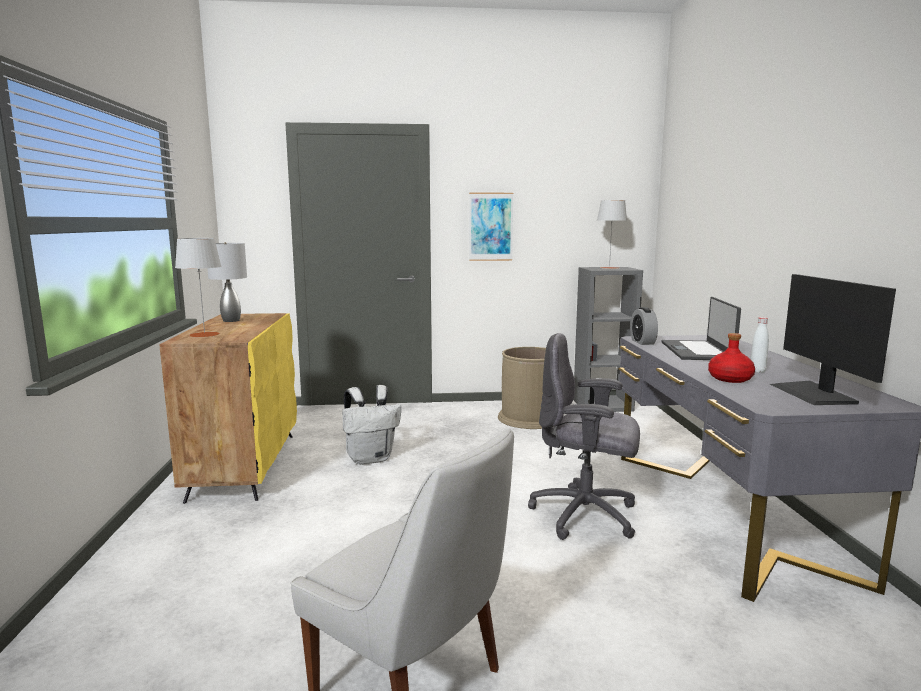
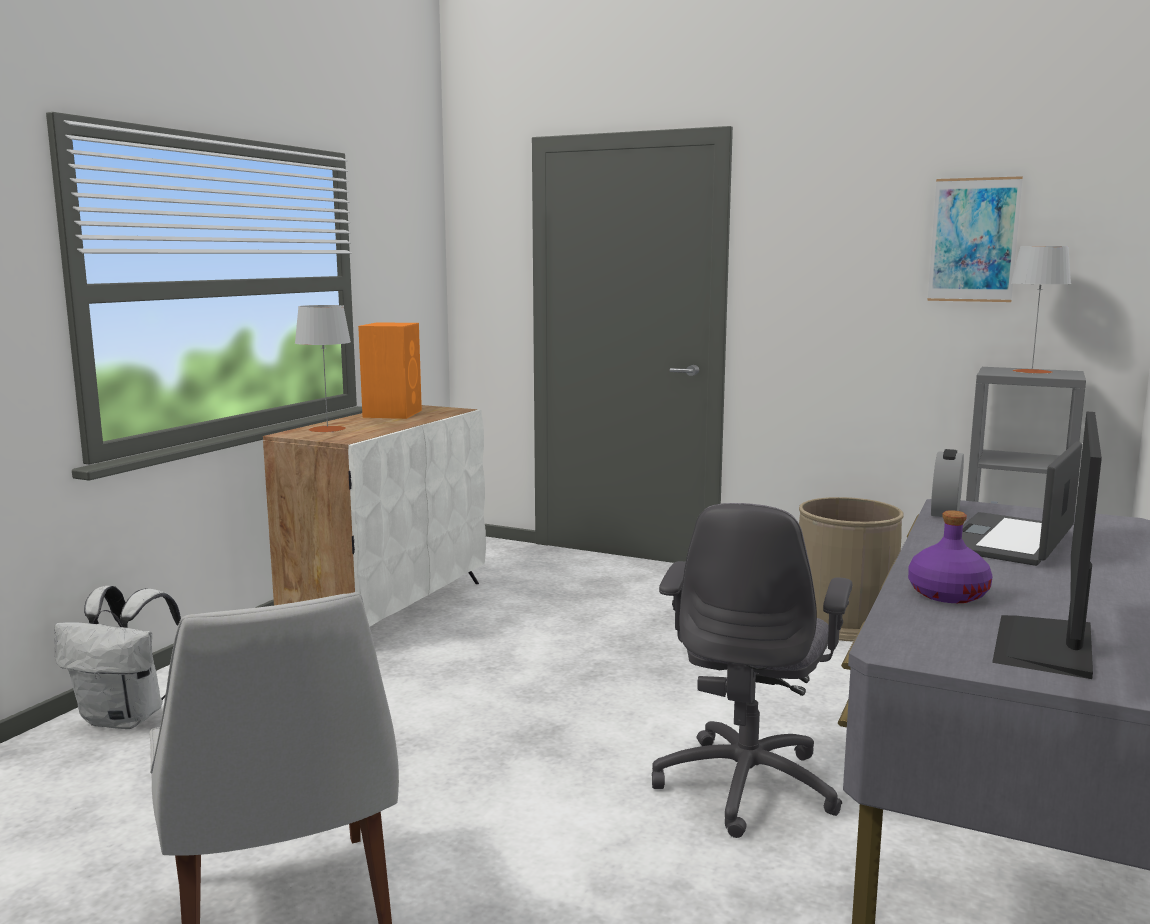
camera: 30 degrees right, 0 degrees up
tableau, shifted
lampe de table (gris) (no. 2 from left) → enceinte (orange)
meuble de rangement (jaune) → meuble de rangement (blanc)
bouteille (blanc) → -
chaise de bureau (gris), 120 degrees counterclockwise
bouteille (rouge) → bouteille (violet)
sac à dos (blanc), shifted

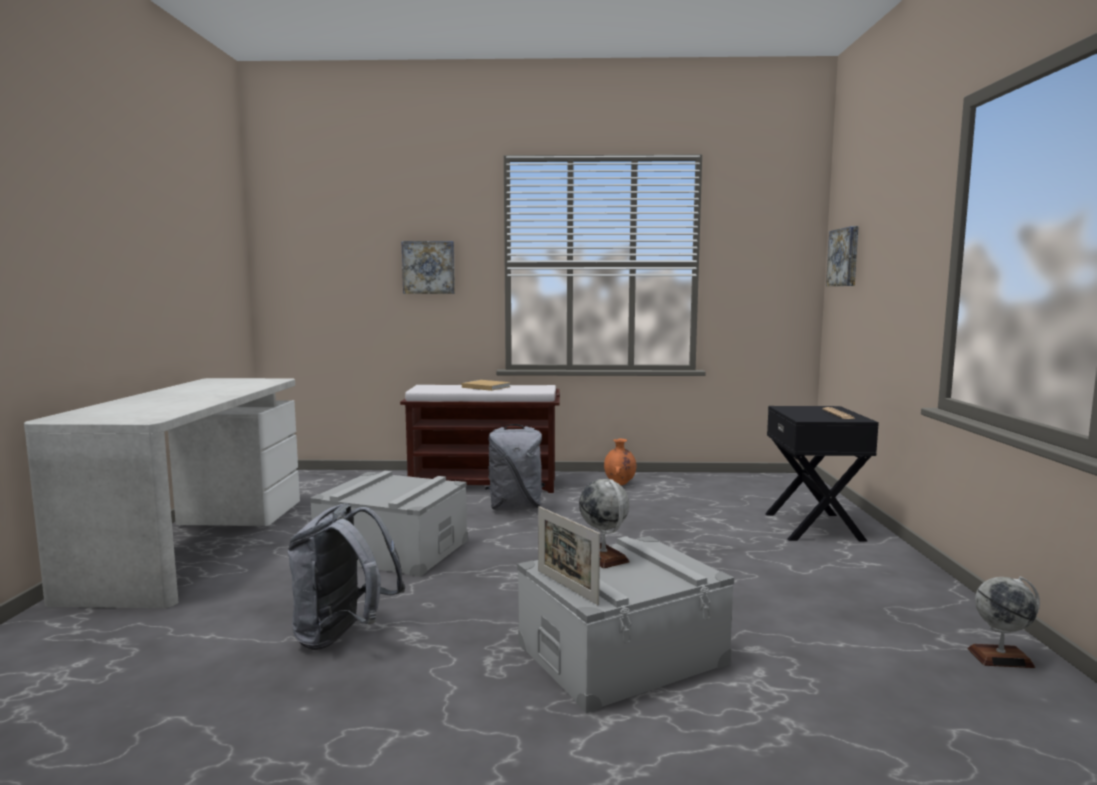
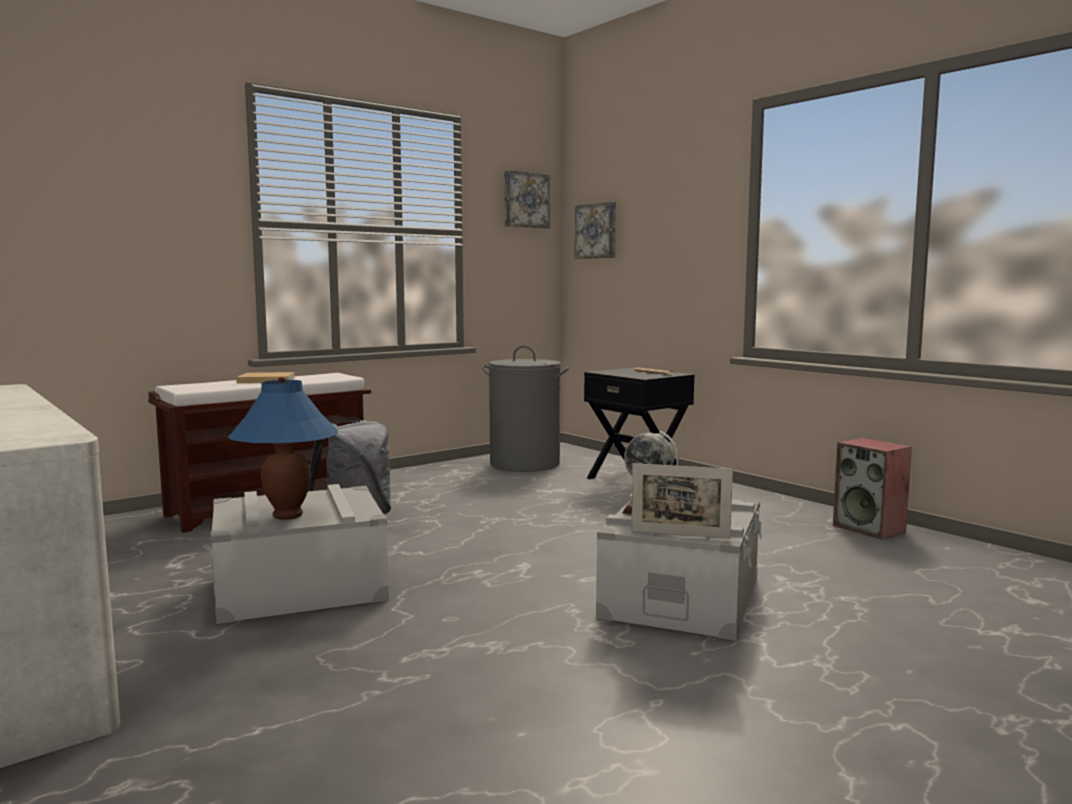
camera: 40 degrees left, 0 degrees up
tableau (no. 1 from left), shifted
vase (orange) → -
sac à dos (gris) (no. 1 from left) → -
globe (no. 2 from left) → enceinte
- → panier à linge (gris)
- → lampe de table (bleu)

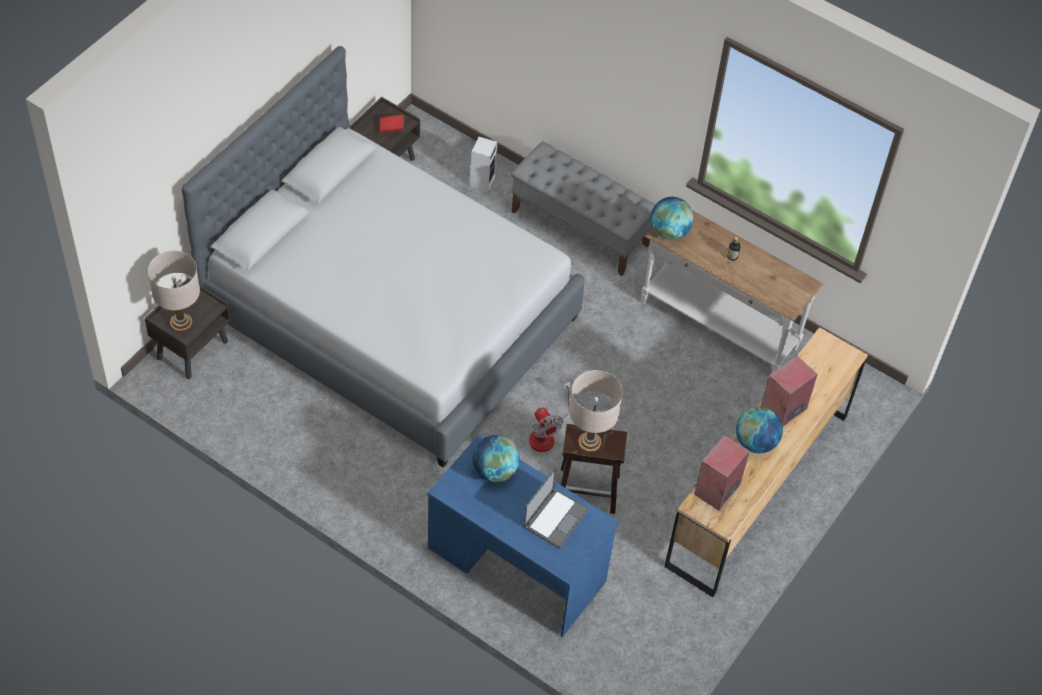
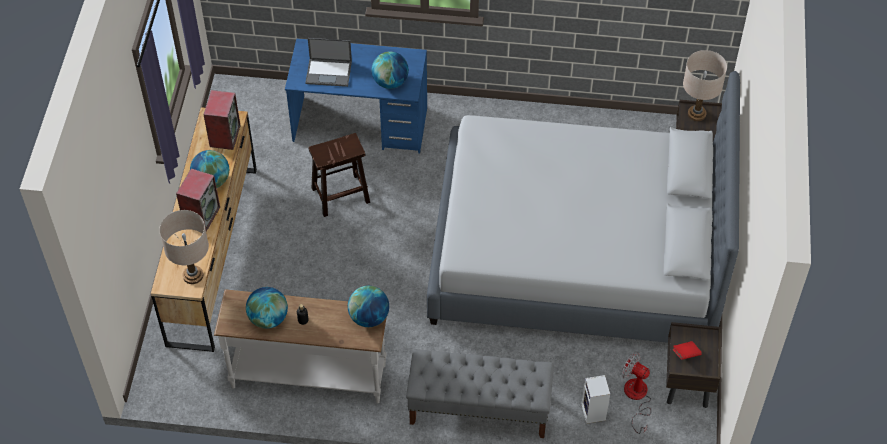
camera: 155 degrees right, 0 degrees up
lampe de table (beige) (no. 2 from left in the first image) → lampe de table (beige) (no. 1 from left), shifted
ventilateur, shifted
ordinateur portable, 90 degrees counterclockwise
- → globe (no. 2 from left)

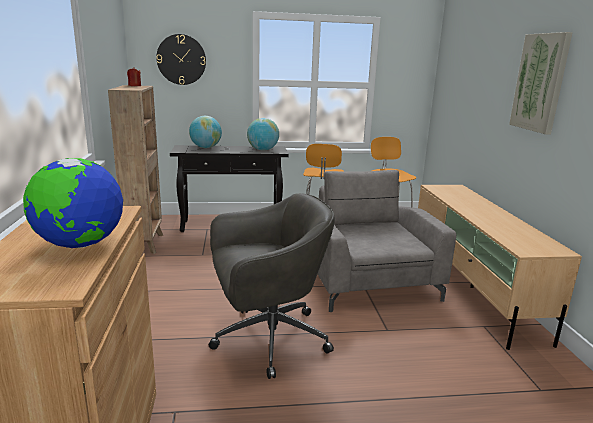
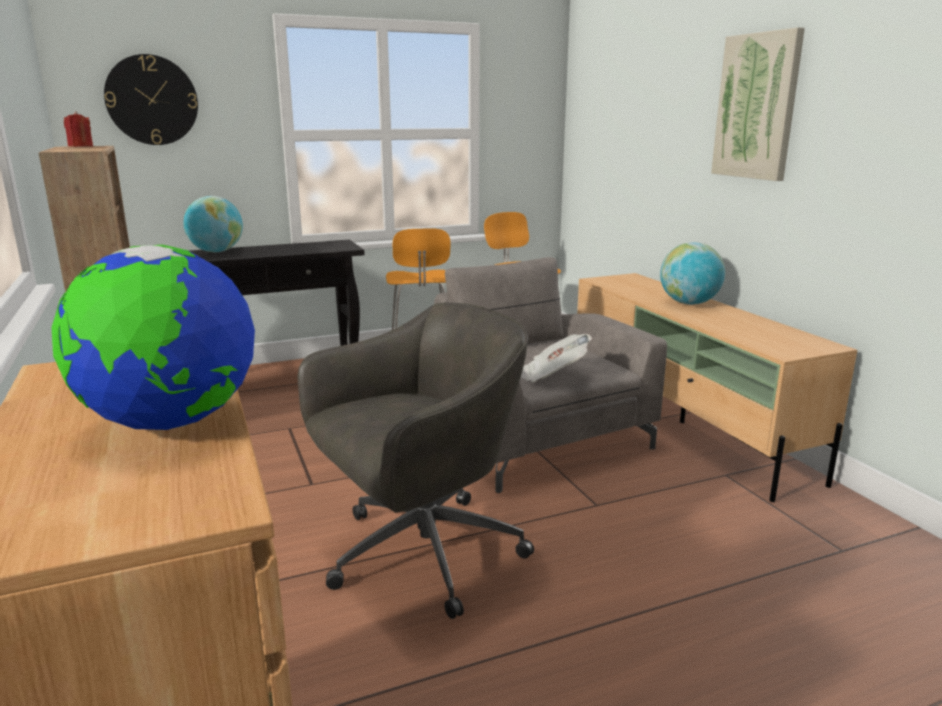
camera: 15 degrees left, 0 degrees up
globe (no. 3 from left), shifted
- → journal

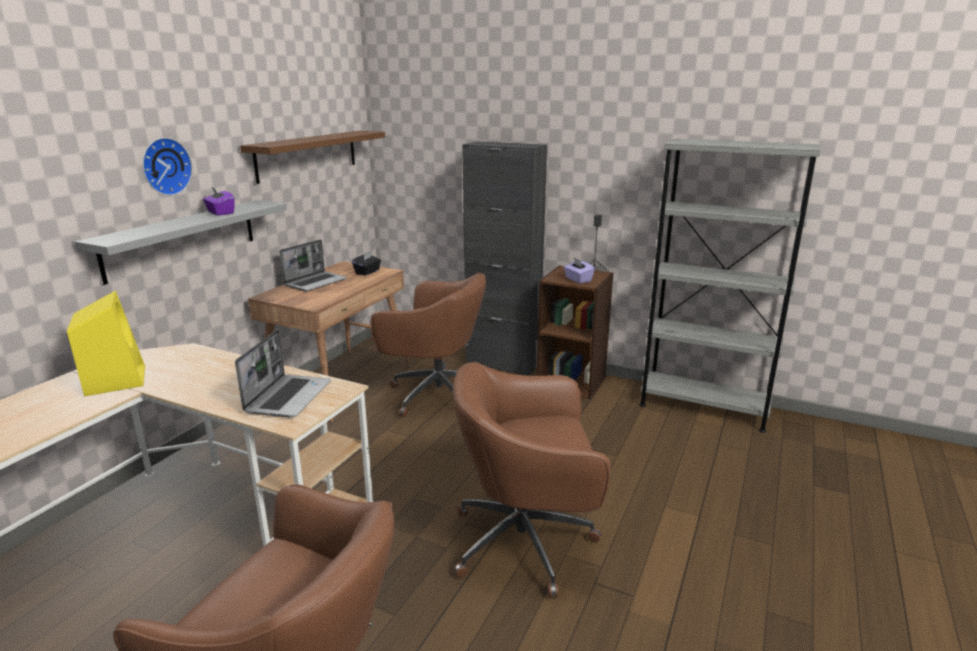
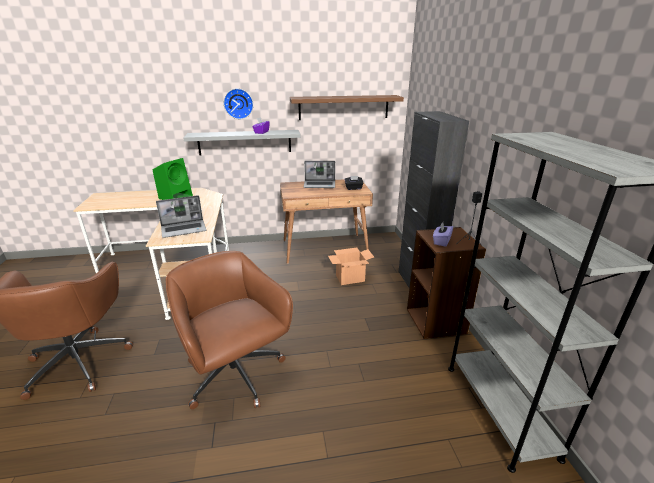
camera: 55 degrees right, 5 degrees up
chaise de bureau (marron) (no. 2 from left) → carton
enceinte (jaune) → enceinte (vert)

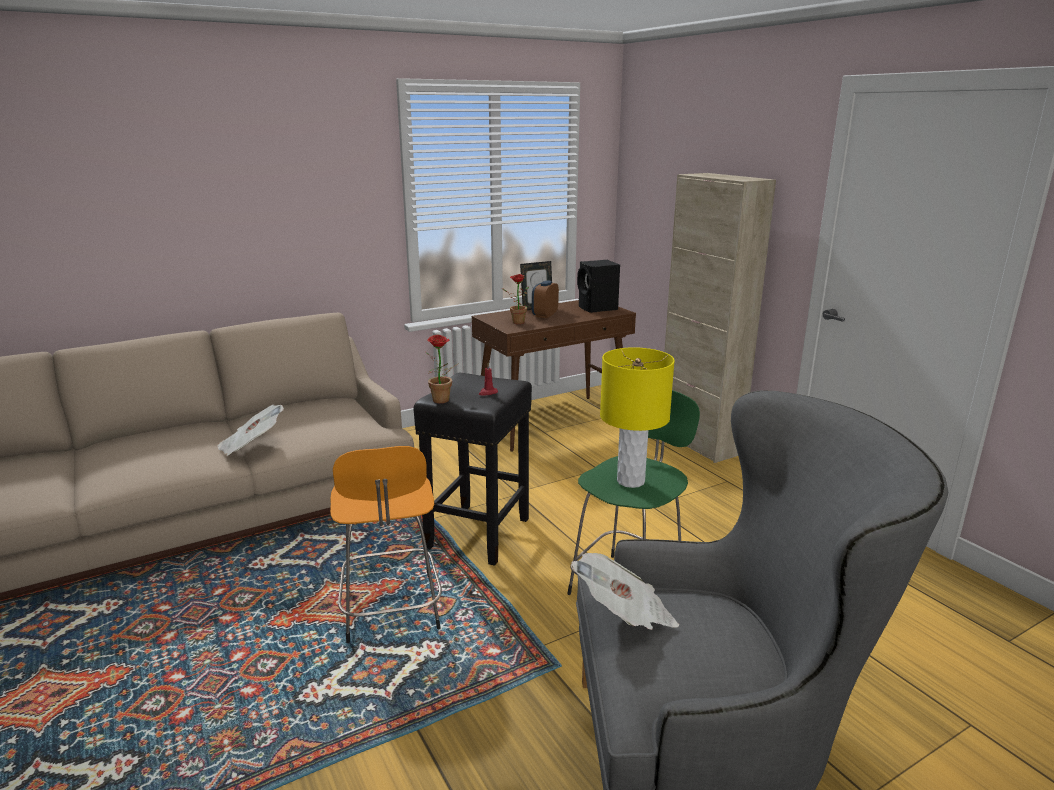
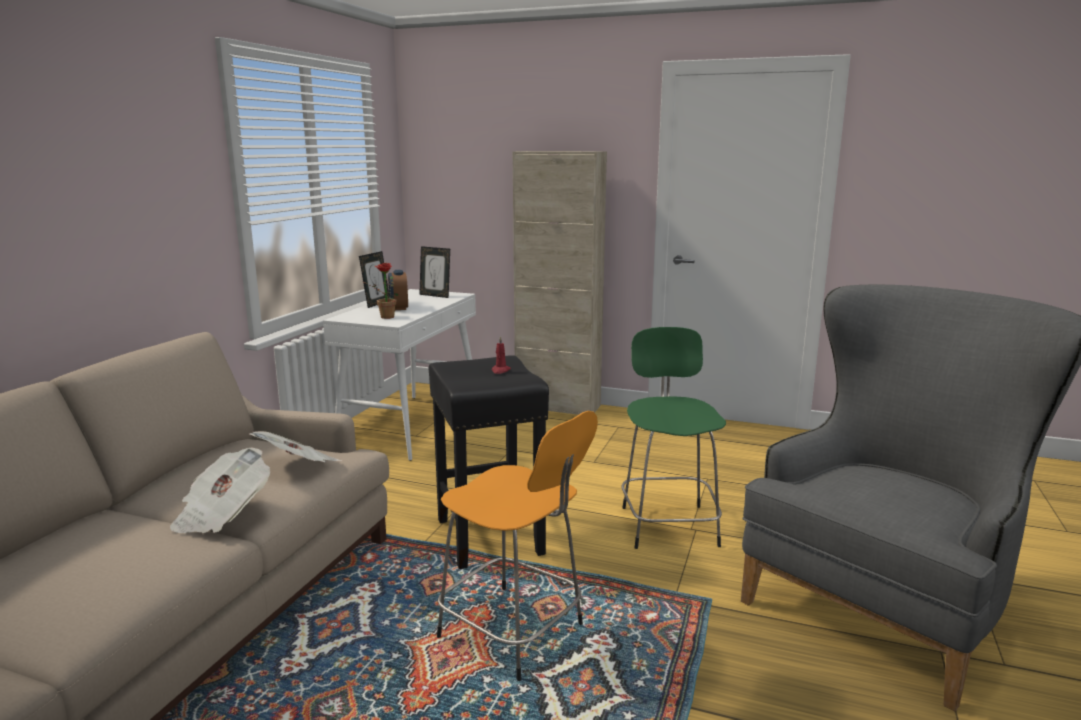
camera: 40 degrees left, 5 degrees down
enceinte (noir) → cadre photo (no. 2 from left)
table console (marron) → table console (blanc)
plante en pot (no. 1 from left) → -
lampe de table (jaune) → -
journal (no. 2 from left), shifted

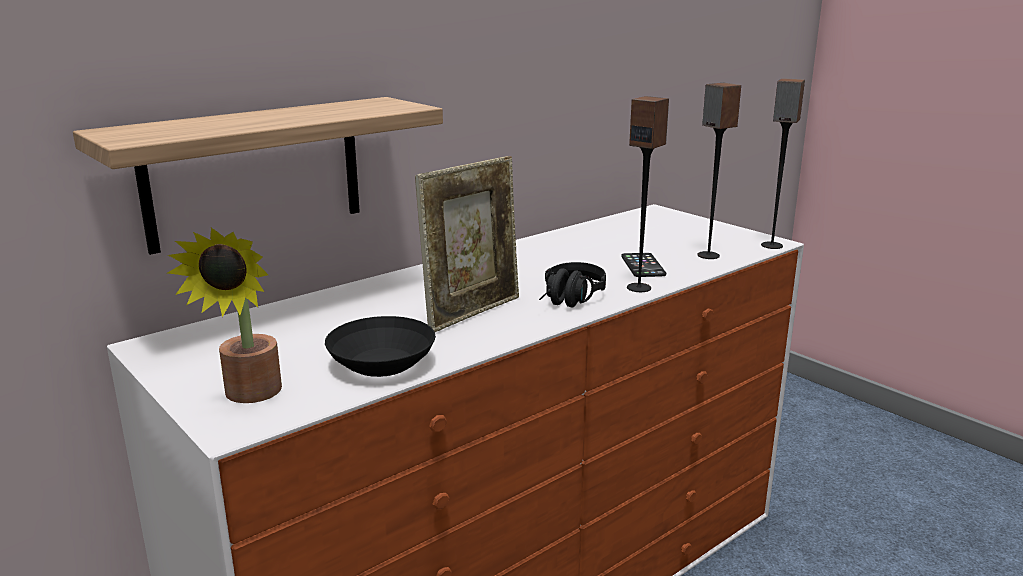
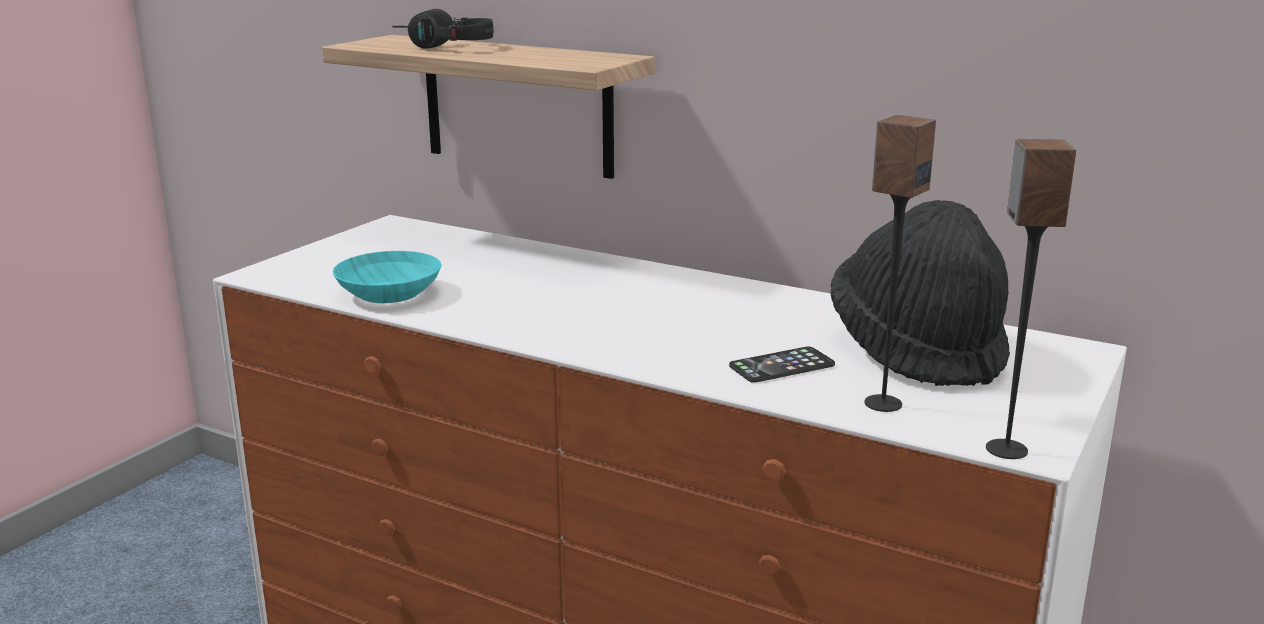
camera: 70 degrees right, 0 degrees up
enceinte (no. 1 from left) → -
cadre photo → -
plante en pot → -
casque audio (noir), shifted
bol (noir) → bol (turquoise)
- → chapeau (noir)

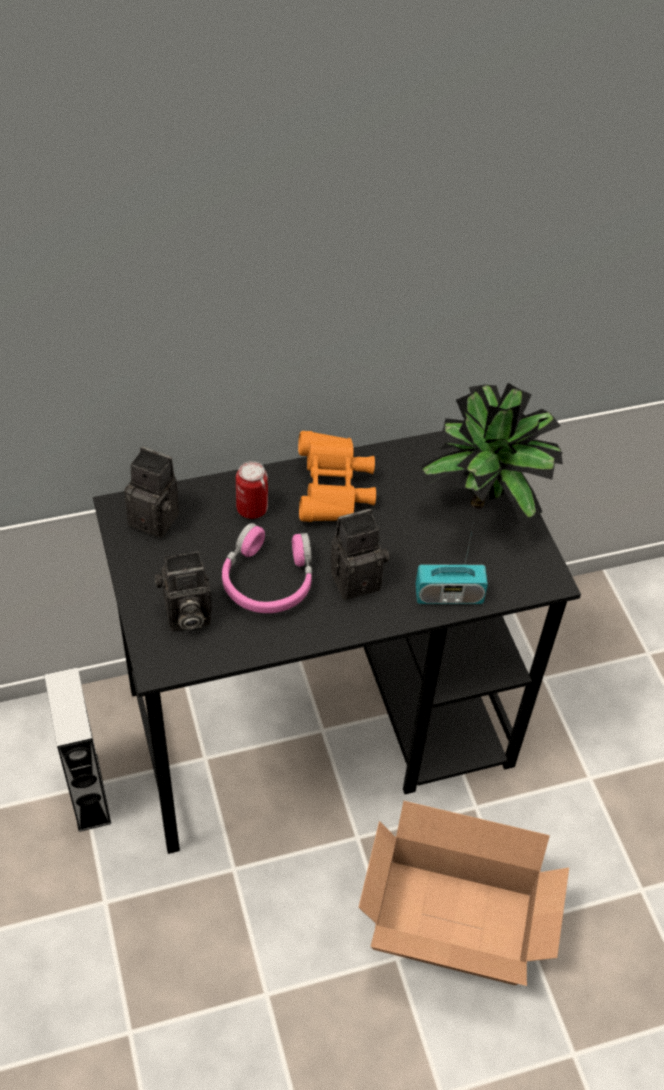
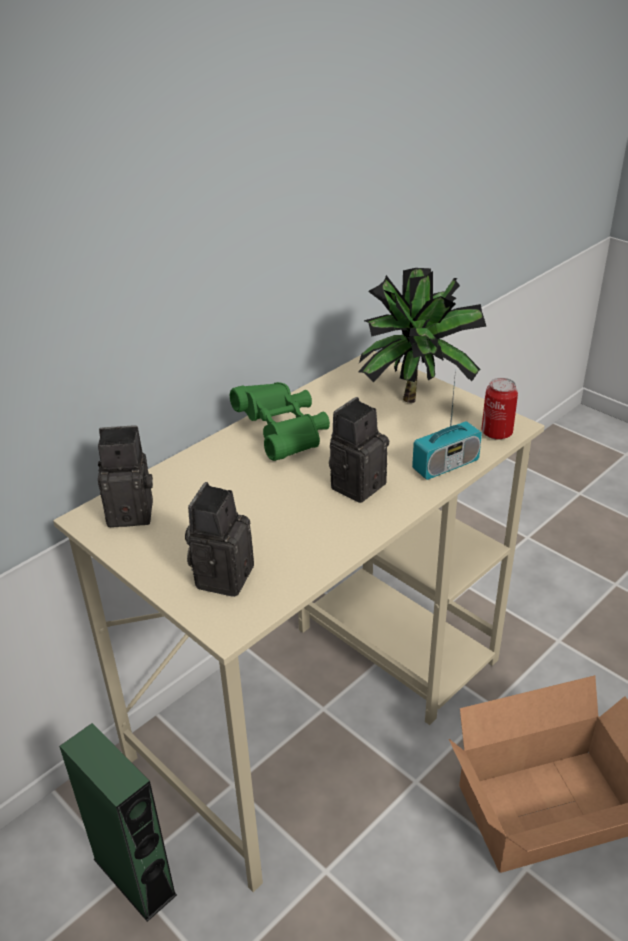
camera: 25 degrees left, 15 degrees down
bureau (noir) → bureau (beige)
jumelles (orange) → jumelles (vert)
boîte métallique, shifted
casque audio (rose) → -
appareil photo (no. 2 from left), 150 degrees clockwise
enceinte (gris) → enceinte (vert)

